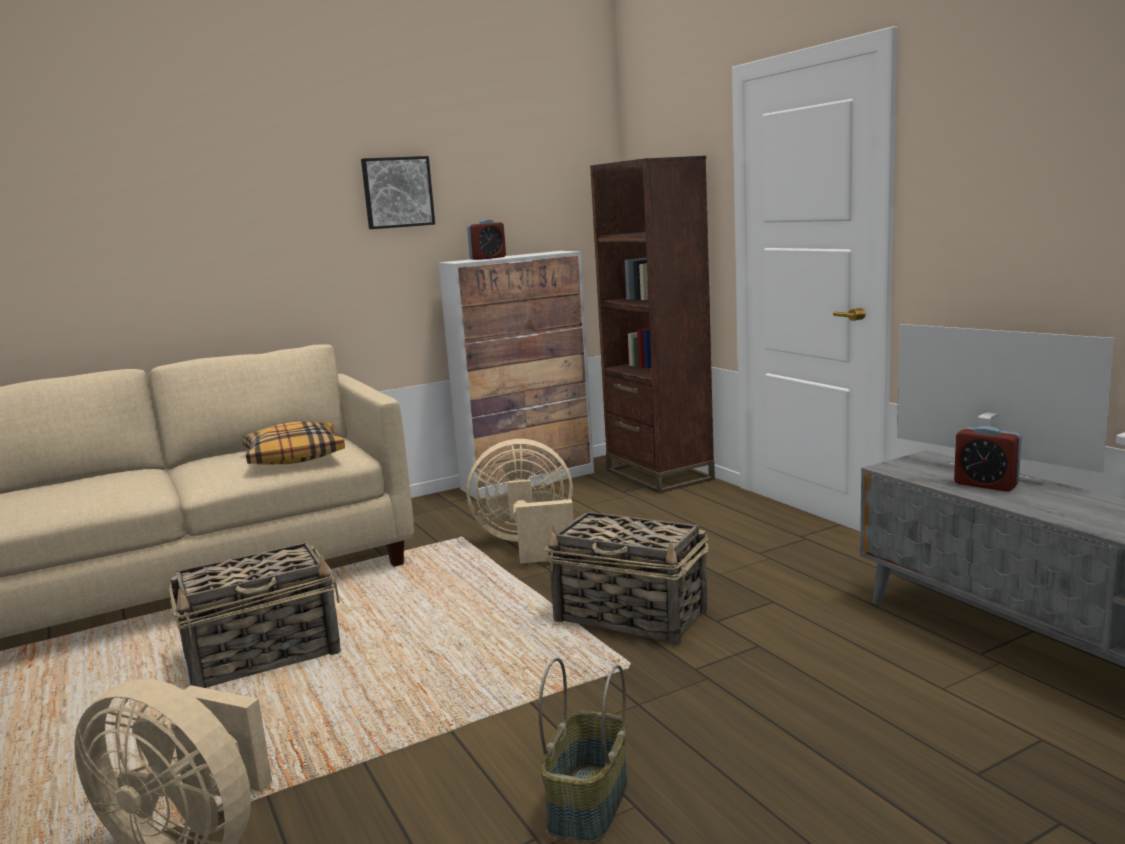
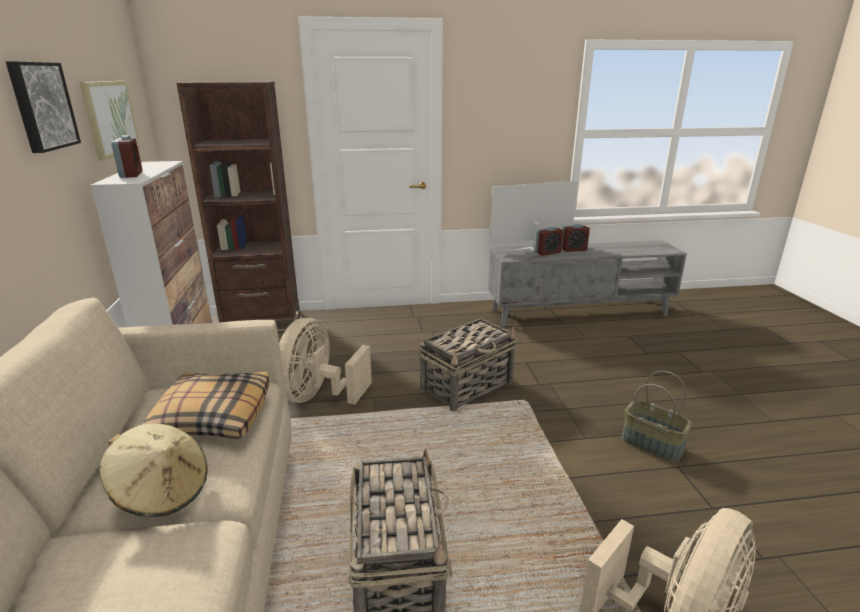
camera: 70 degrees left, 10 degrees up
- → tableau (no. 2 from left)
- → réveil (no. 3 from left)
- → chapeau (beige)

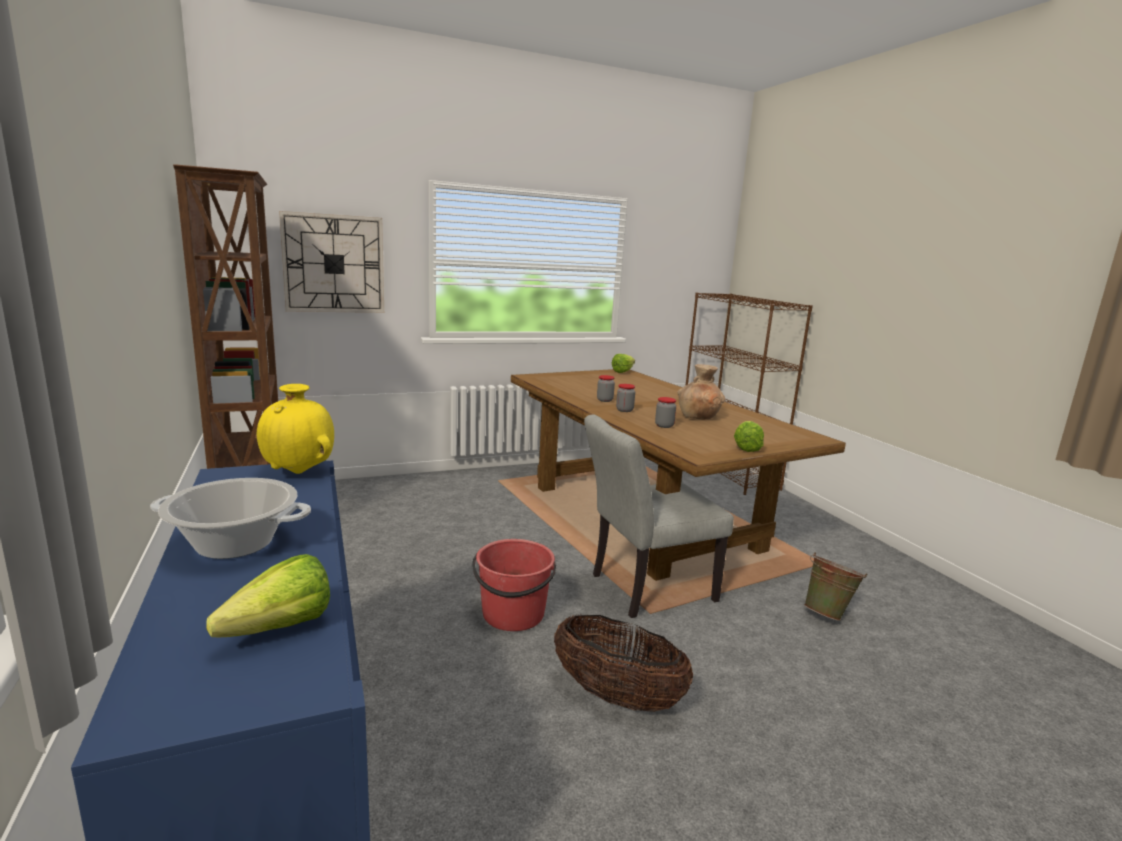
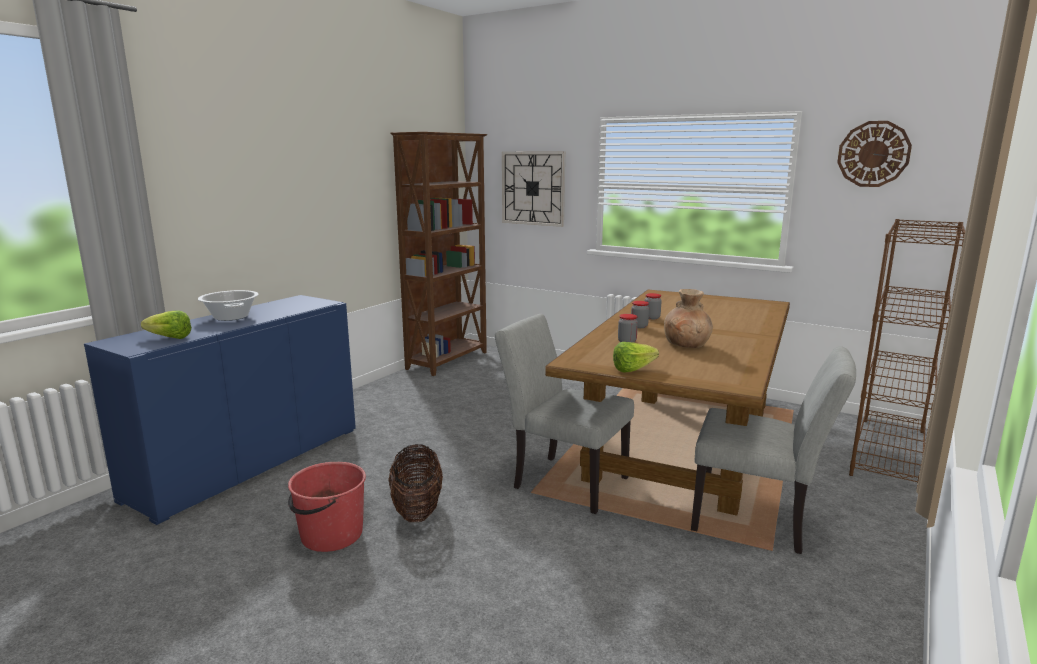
camera: 55 degrees right, 0 degrees up
laitue (no. 2 from left) → -
vase (jaune) → -
seau (rouge), shifted
seau (vert) → -
- → horloge murale (no. 2 from left)
- → chaise (gris) (no. 2 from left)

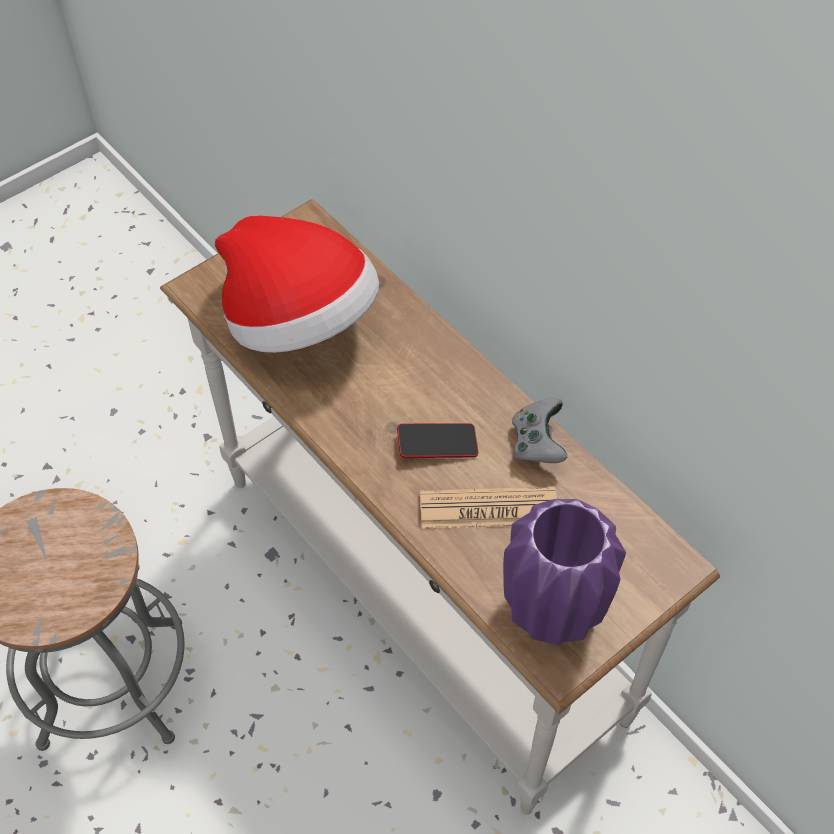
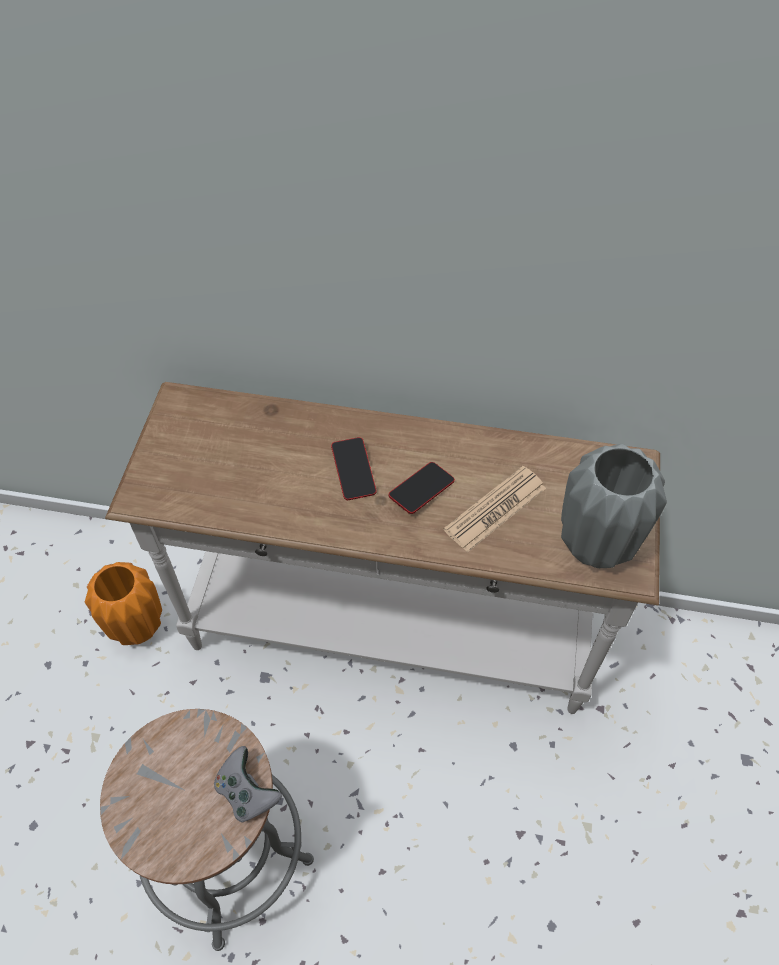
camera: 40 degrees left, 0 degrees up
chapeau → -
manette (gris), shifted
vase (violet) → vase (gris)
- → téléphone (no. 1 from left)
- → vase (orange)

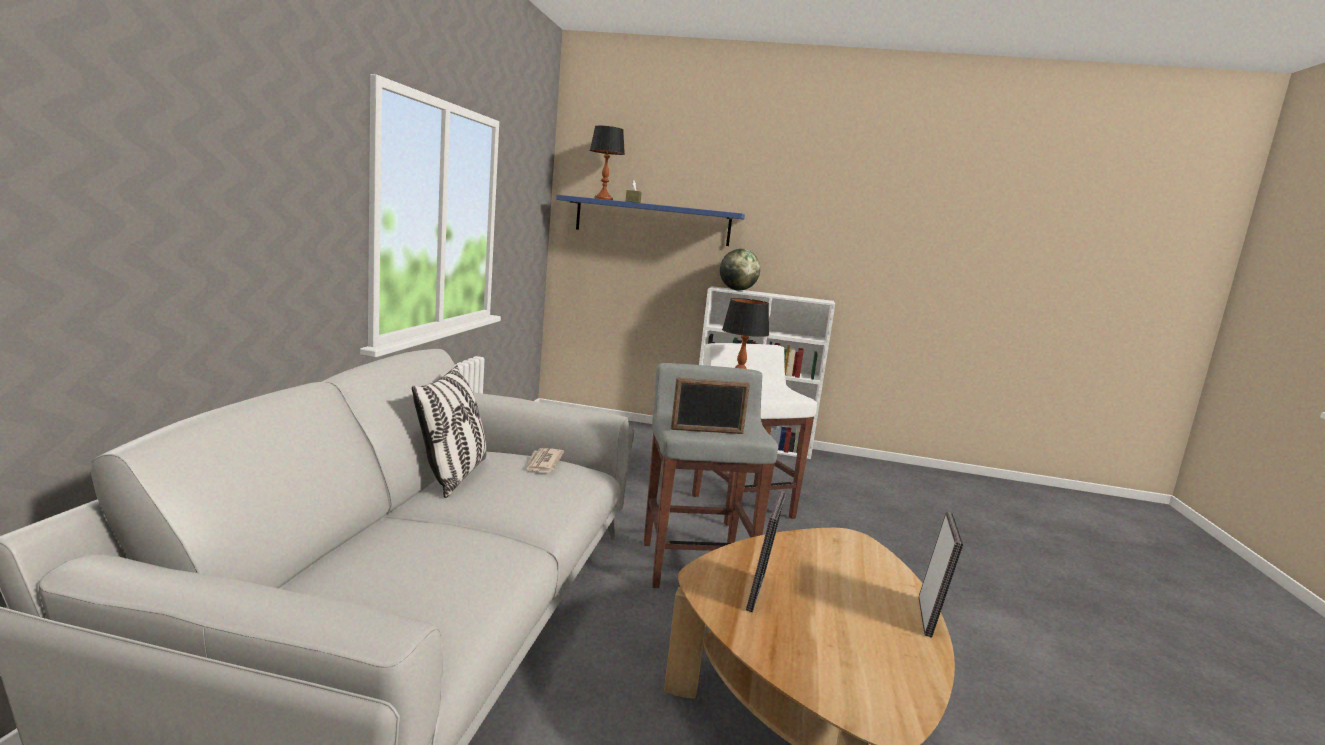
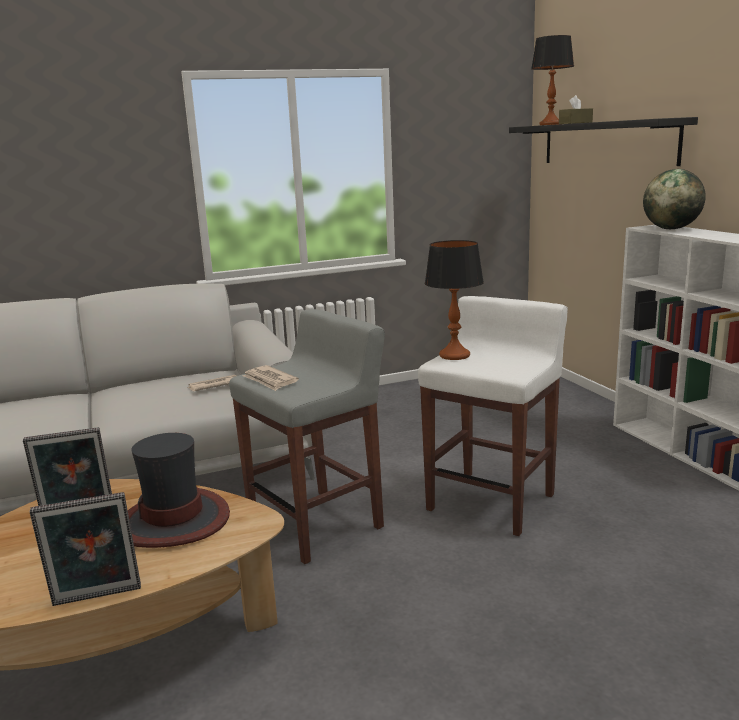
camera: 60 degrees right, 5 degrees up
étagère (bleu) → étagère (noir)
coussin → -
cadre photo (no. 1 from left) → journal (no. 2 from left)
- → chapeau

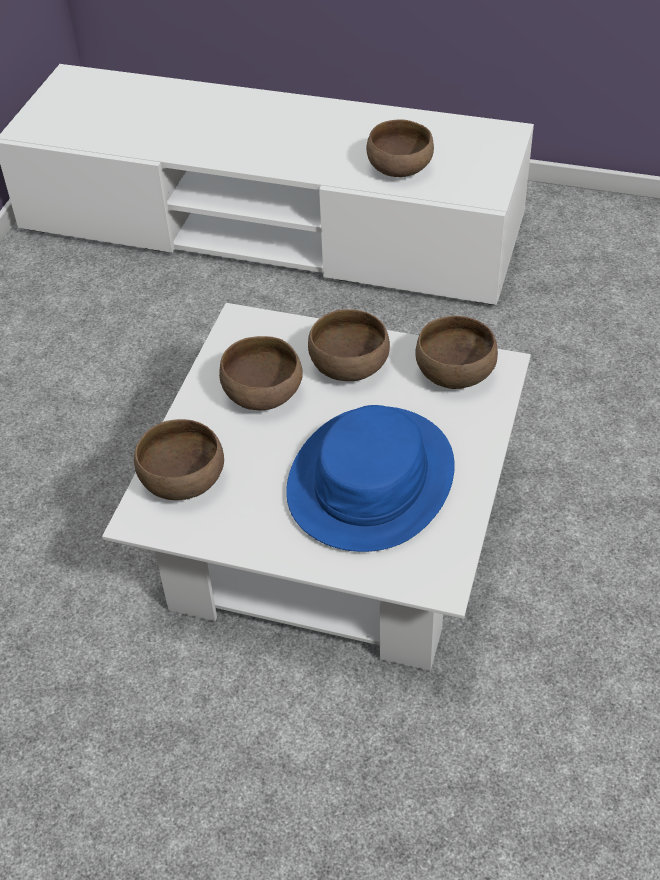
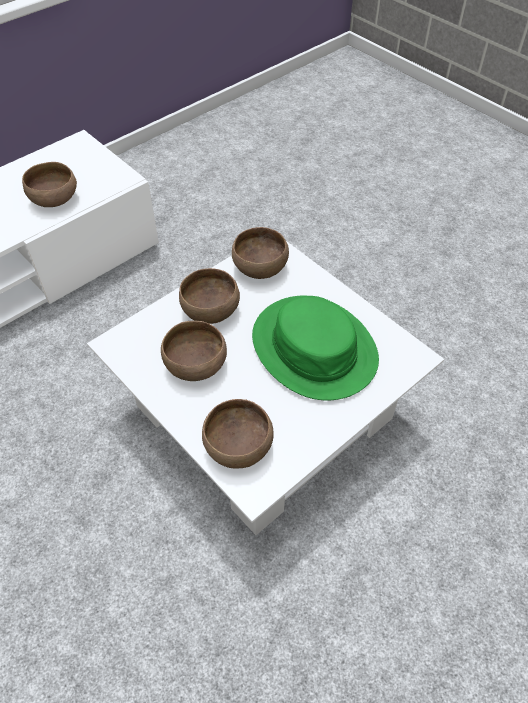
camera: 60 degrees left, 5 degrees up
chapeau (bleu) → chapeau (vert)

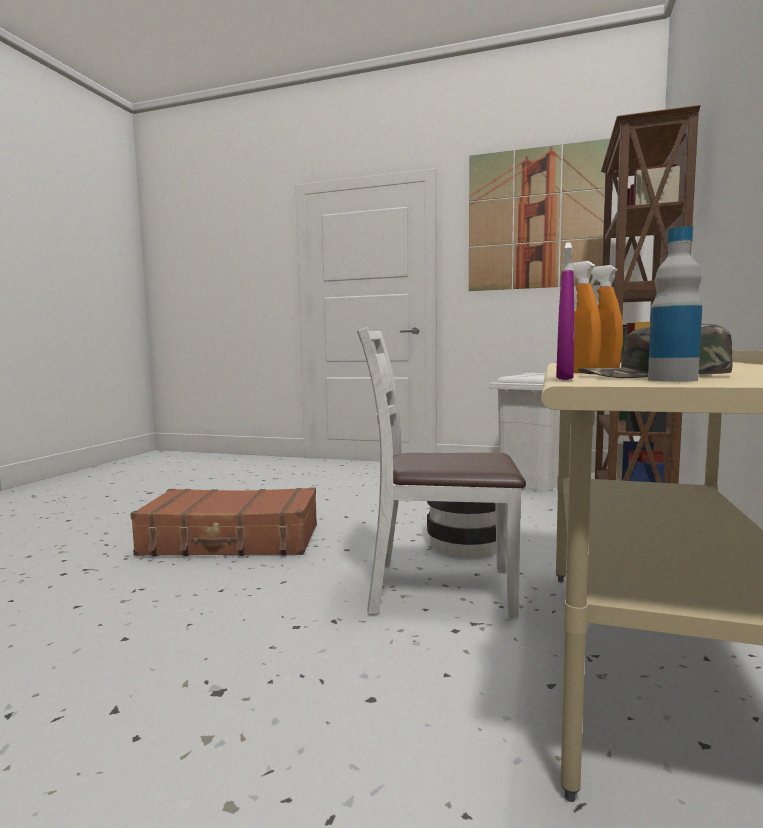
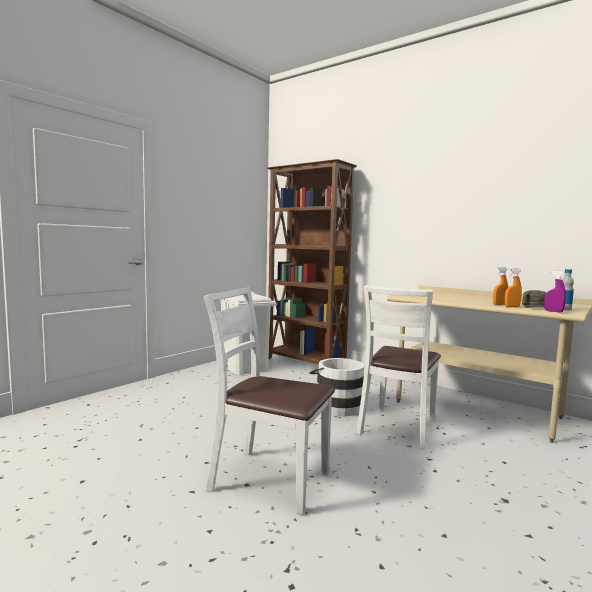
camera: 70 degrees left, 0 degrees up
tableau → -
valise (marron) → chaise (blanc) (no. 1 from left)

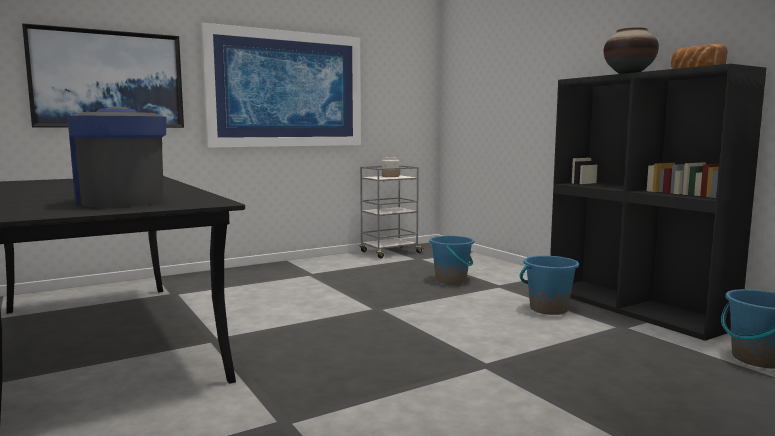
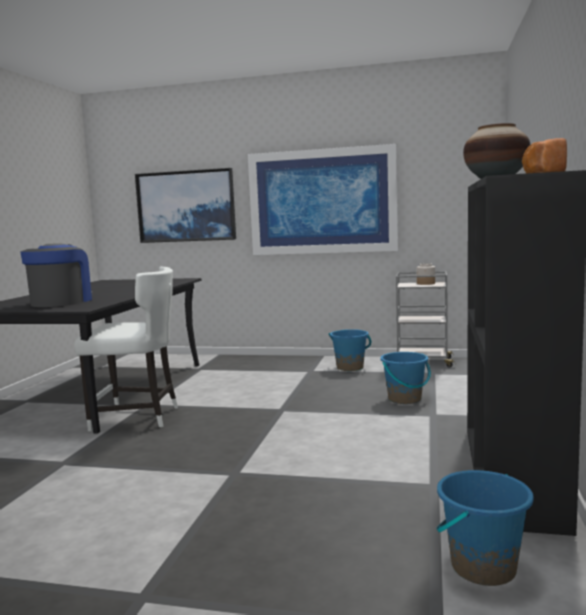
camera: 45 degrees right, 0 degrees up
seau (bleu) (no. 2 from left in the first image) → seau (bleu) (no. 1 from left), shifted
- → chaise (blanc)

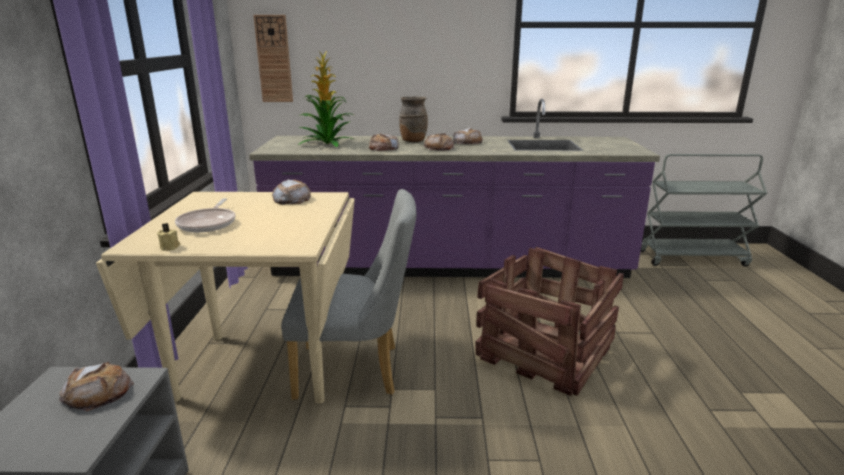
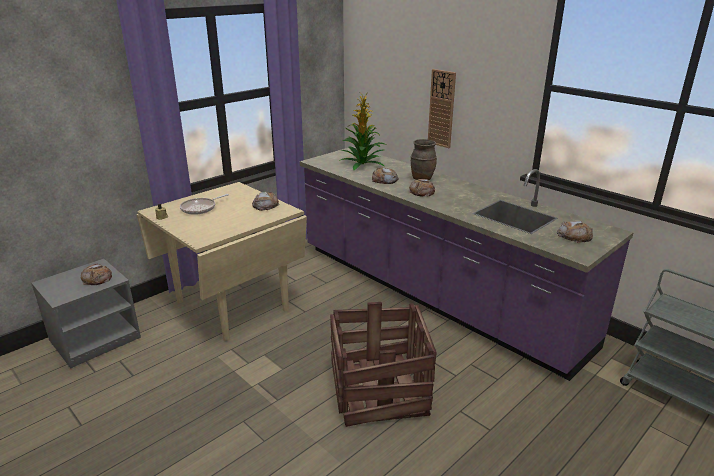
camera: 45 degrees right, 5 degrees up
horloge murale, shifted
pain (no. 5 from left), shifted
chaise (gris) → -

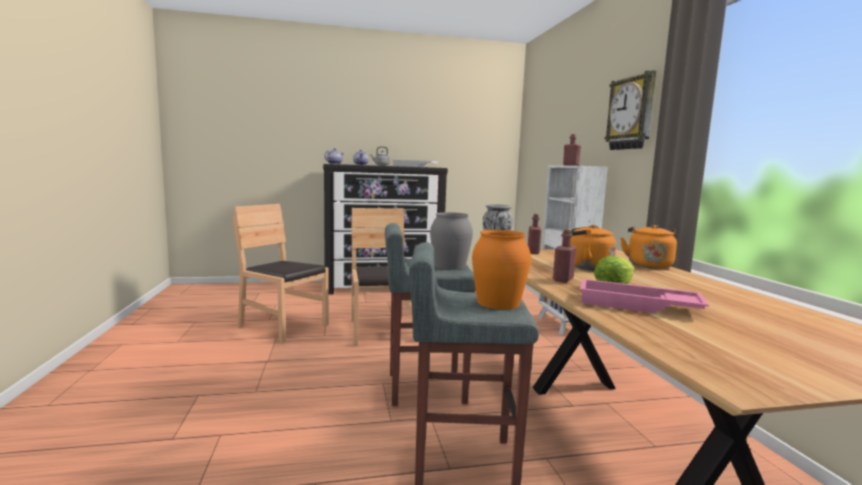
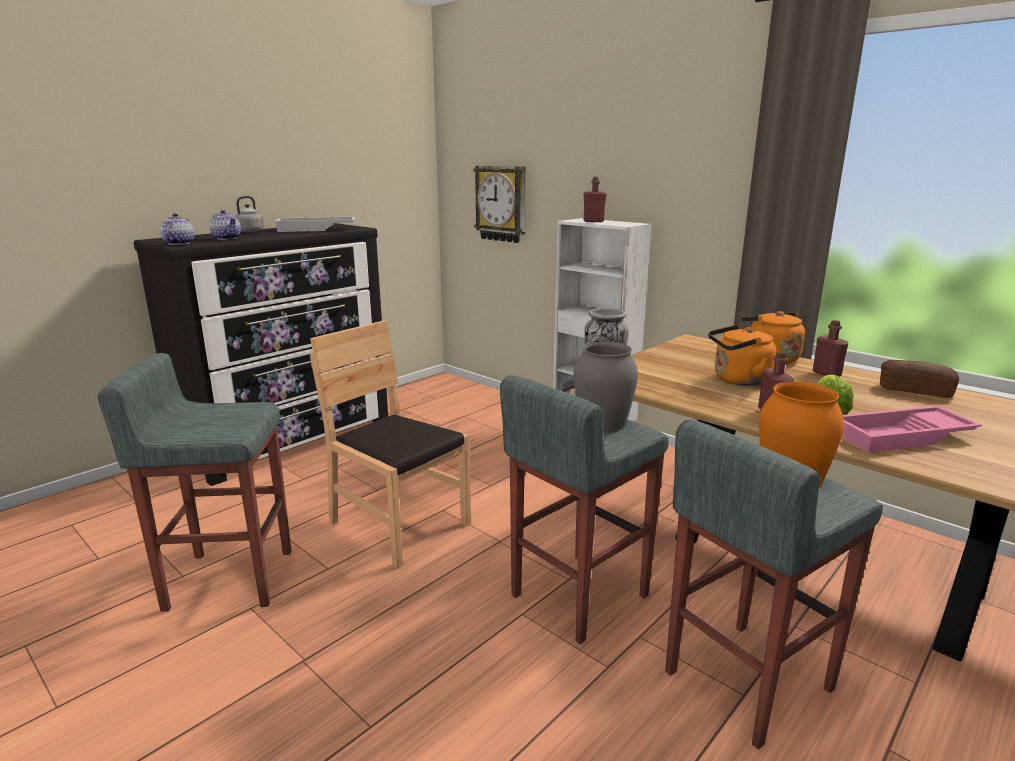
camera: 35 degrees left, 10 degrees up
horloge murale, shifted
chaise (marron) (no. 1 from left) → tabouret (gris) (no. 1 from left)
bouteille (rouge) (no. 1 from left in the first image) → bouteille (rouge) (no. 3 from left), shifted
- → pain

